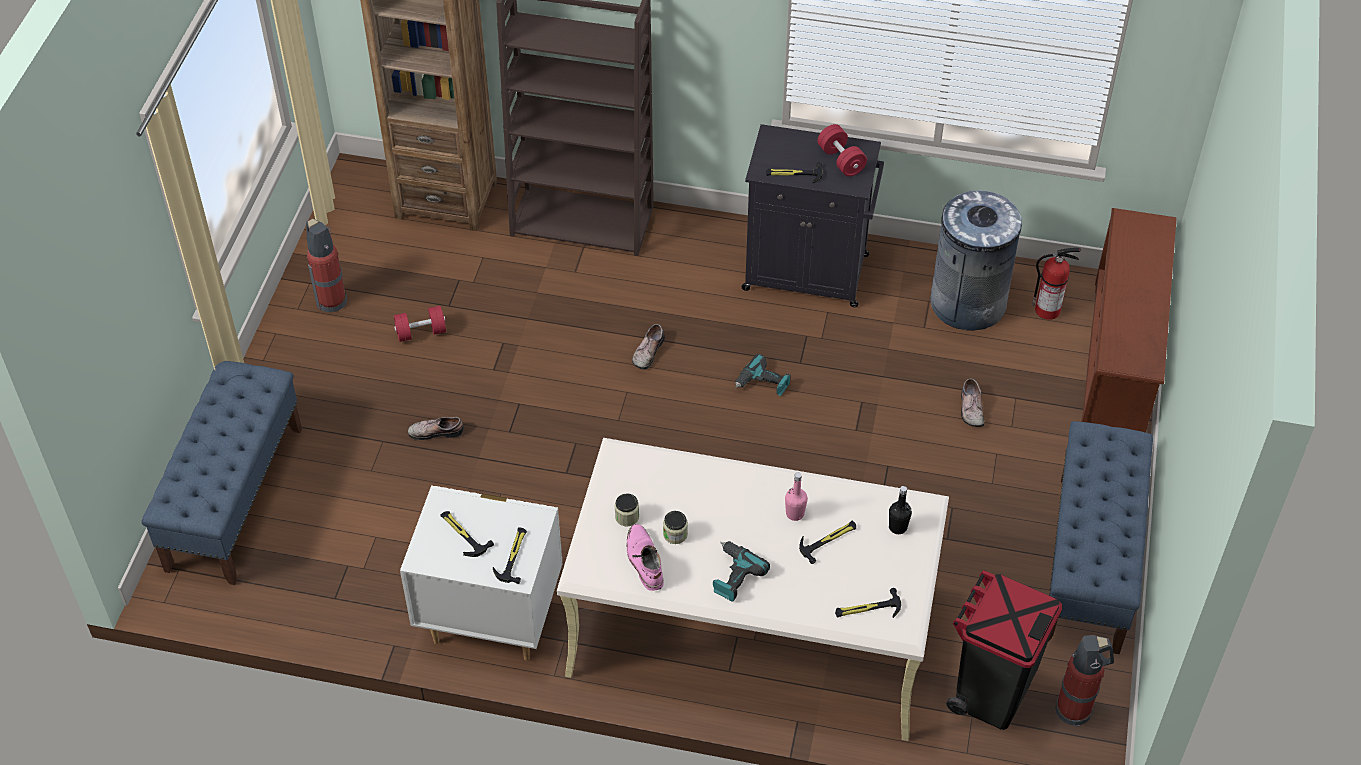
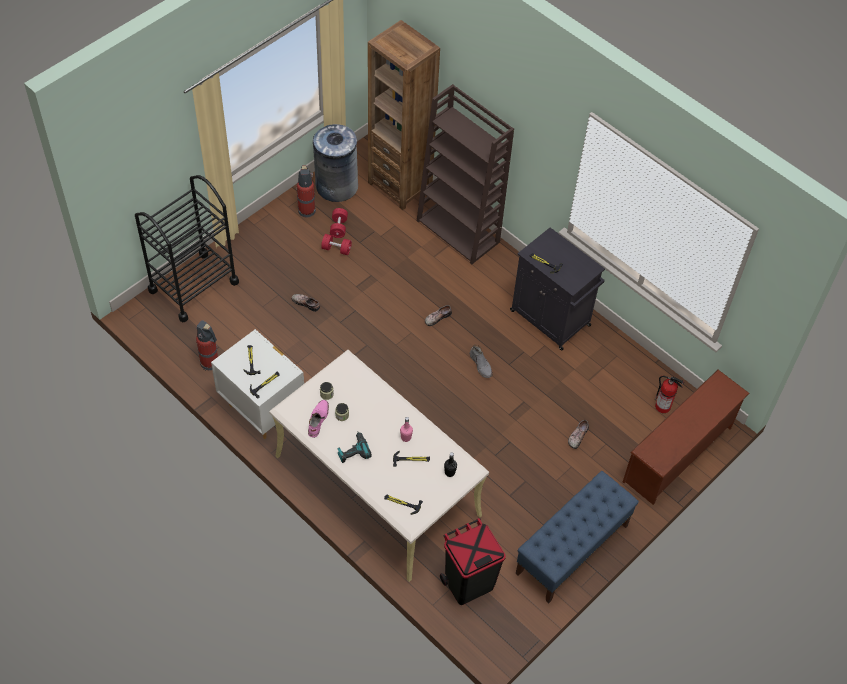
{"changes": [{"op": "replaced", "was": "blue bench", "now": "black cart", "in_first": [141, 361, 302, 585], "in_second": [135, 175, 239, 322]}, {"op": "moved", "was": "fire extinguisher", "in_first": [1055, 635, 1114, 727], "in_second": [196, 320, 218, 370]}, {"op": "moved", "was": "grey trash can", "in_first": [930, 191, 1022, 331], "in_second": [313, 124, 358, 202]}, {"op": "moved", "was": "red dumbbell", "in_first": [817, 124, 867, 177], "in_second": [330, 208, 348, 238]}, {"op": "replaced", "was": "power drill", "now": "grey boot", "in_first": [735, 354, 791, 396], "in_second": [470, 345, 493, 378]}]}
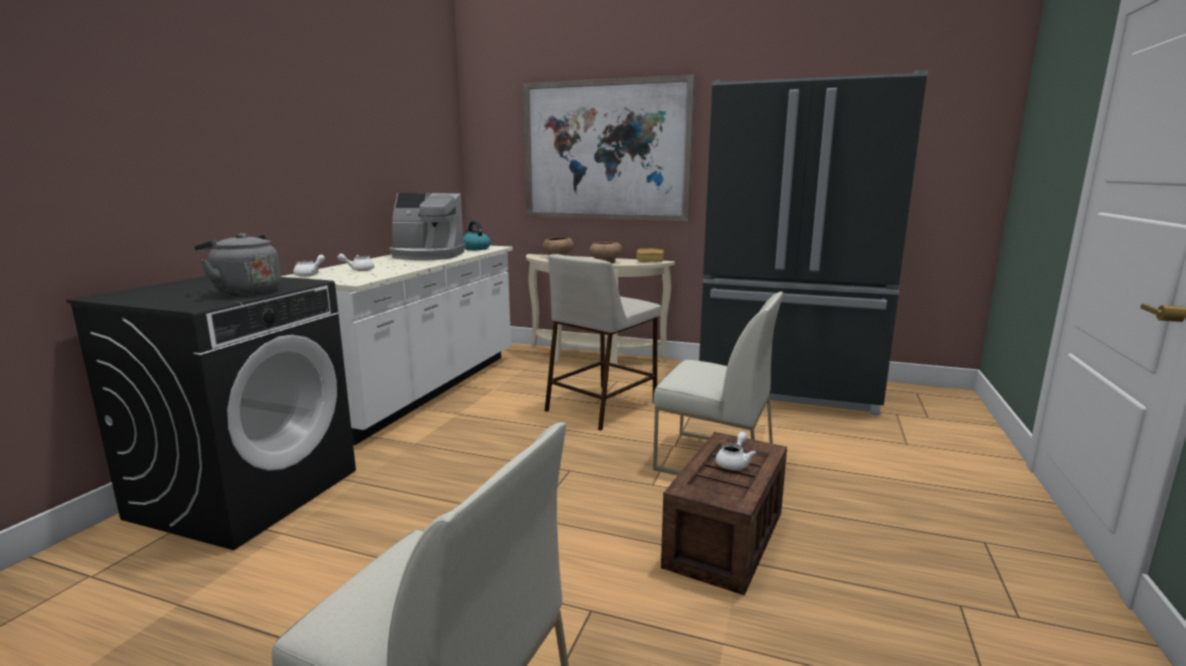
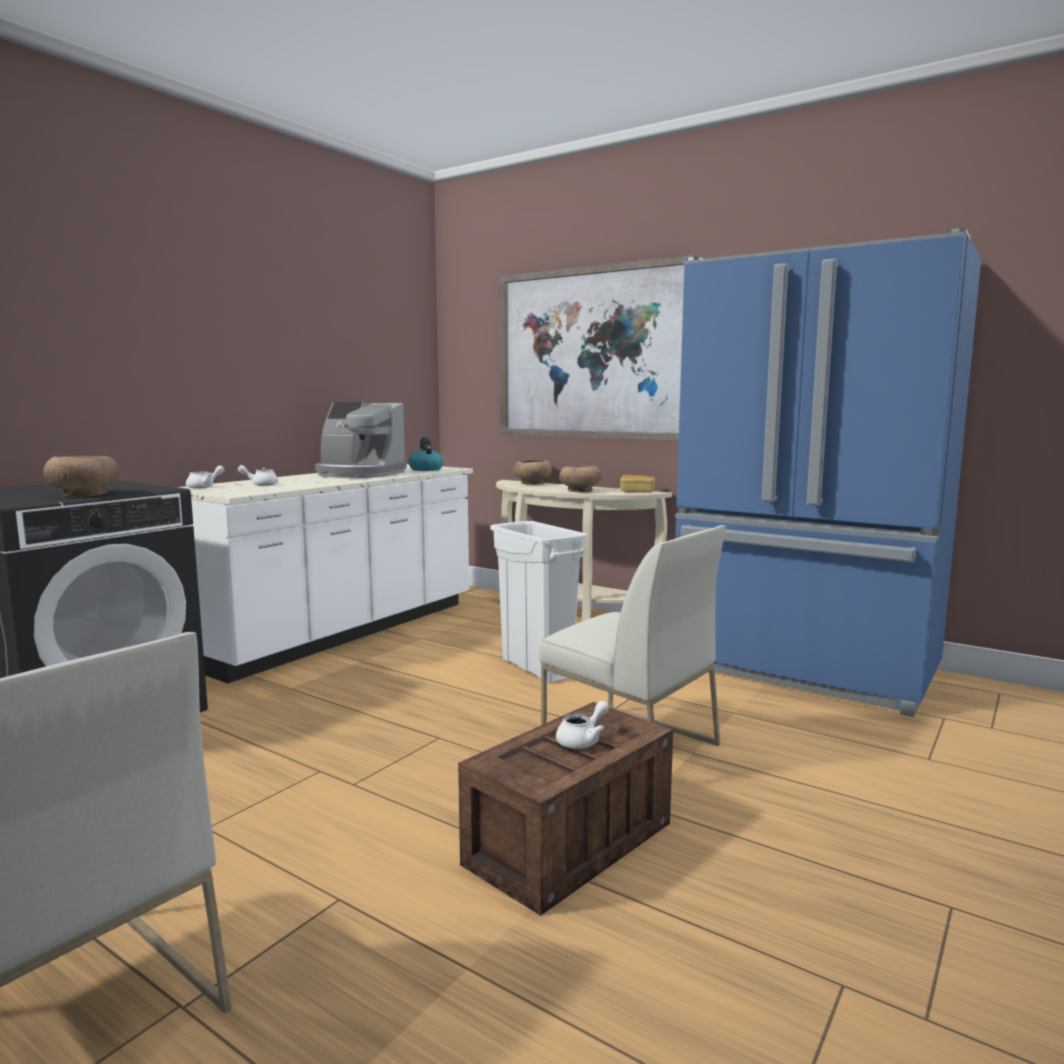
{"changes": [{"op": "replaced", "was": "grey kettle", "now": "brown bowl", "in_first": [194, 233, 281, 296], "in_second": [43, 456, 120, 497]}, {"op": "replaced", "was": "beige stool", "now": "white trash can", "in_first": [545, 254, 661, 431], "in_second": [490, 521, 587, 683]}, {"op": "recoloured", "was": "black fridge", "now": "blue fridge", "in_first": [699, 70, 928, 416], "in_second": [675, 228, 981, 717]}]}
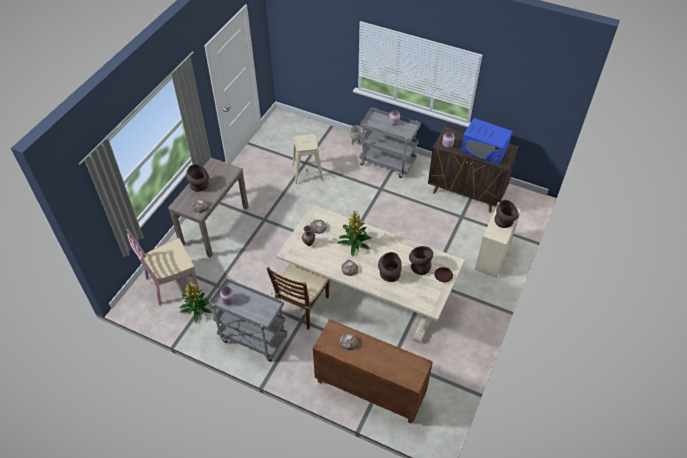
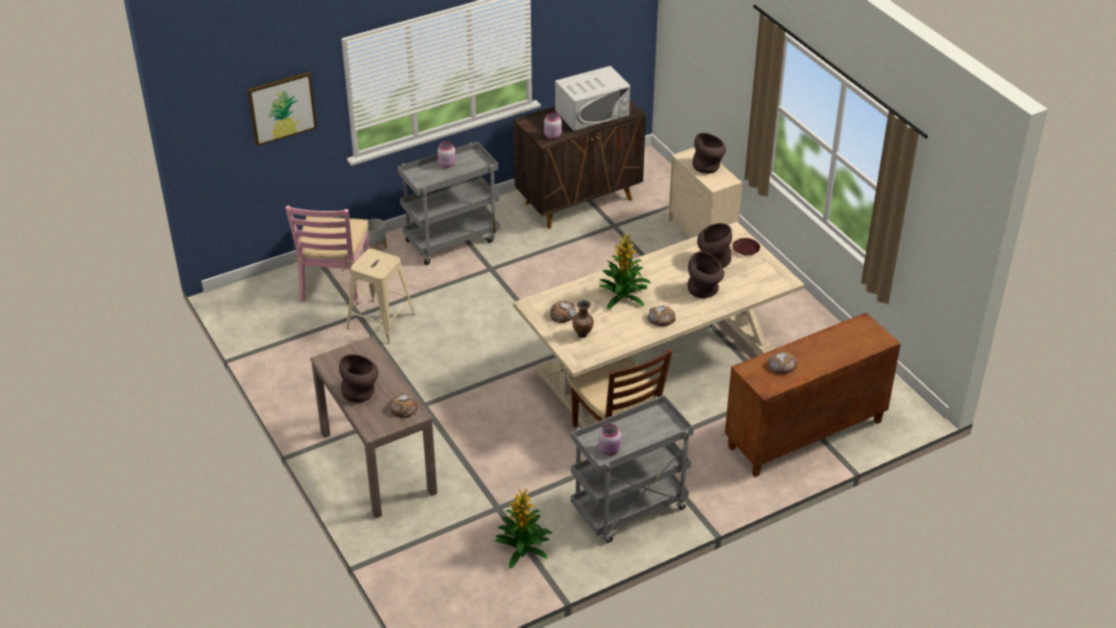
{"changes": [{"op": "added", "now": "picture", "in_second": [247, 72, 317, 146]}, {"op": "moved", "was": "pink chair", "in_first": [127, 229, 199, 305], "in_second": [285, 205, 369, 305]}, {"op": "recoloured", "was": "blue microwave", "now": "white microwave", "in_first": [461, 118, 512, 165], "in_second": [555, 66, 630, 131]}]}
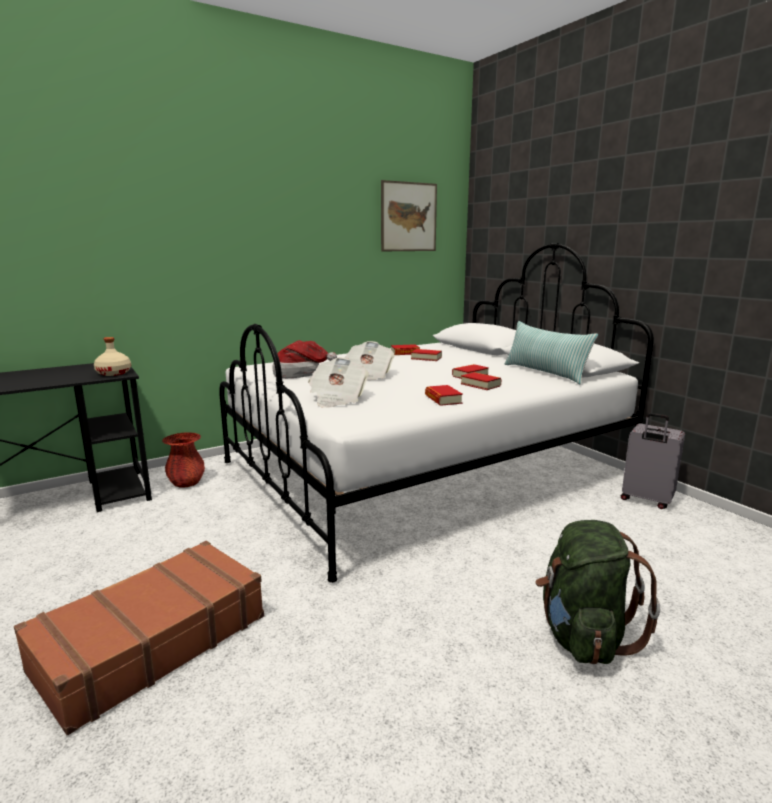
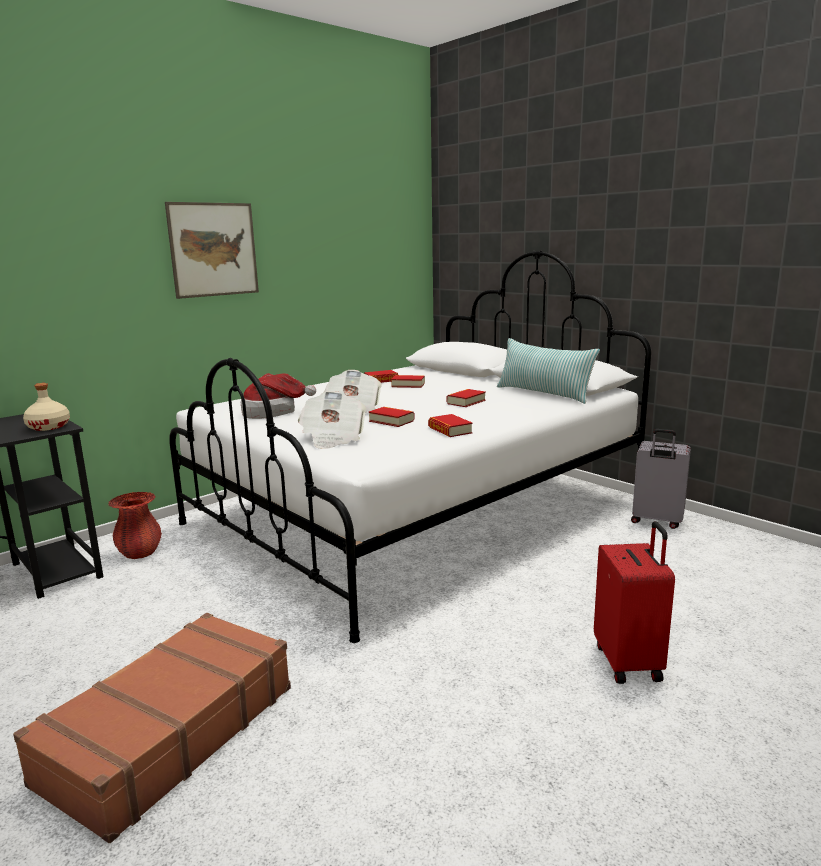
{"changes": [{"op": "moved", "was": "picture", "in_first": [381, 180, 437, 251], "in_second": [165, 202, 259, 299]}, {"op": "moved", "was": "book", "in_first": [461, 372, 502, 390], "in_second": [369, 407, 415, 427]}, {"op": "replaced", "was": "green backpack", "now": "red suitcase", "in_first": [535, 520, 660, 665], "in_second": [594, 521, 675, 684]}]}
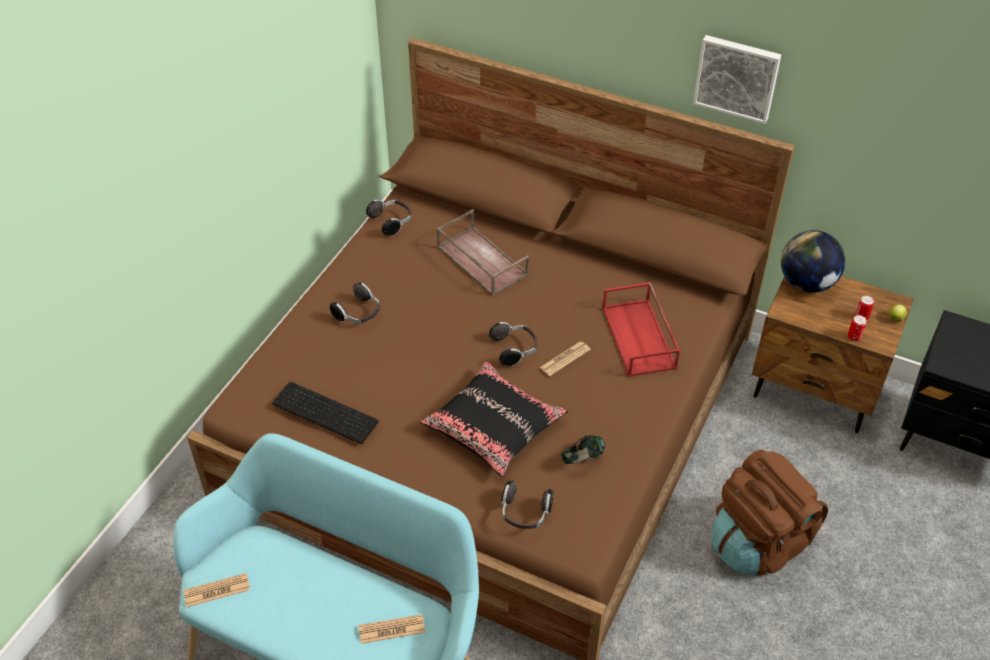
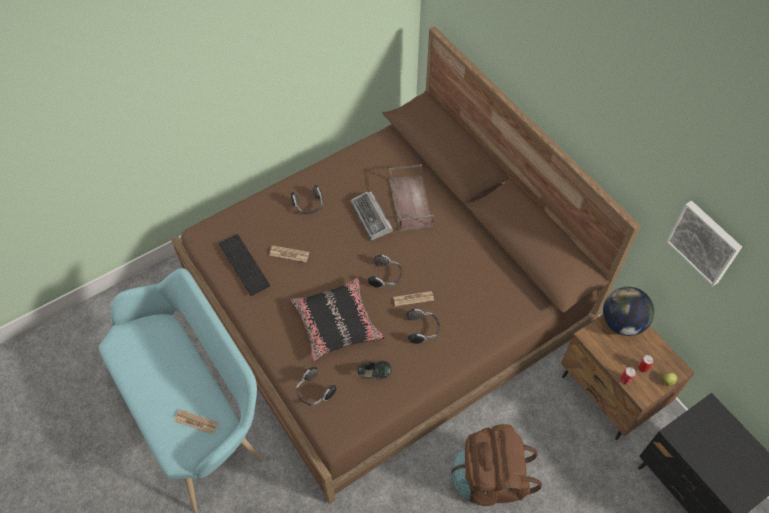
{"changes": [{"op": "moved", "was": "newspaper", "in_first": [184, 573, 250, 607], "in_second": [269, 245, 309, 262]}, {"op": "added", "now": "keyboard", "in_second": [350, 191, 393, 241]}, {"op": "moved", "was": "headphones", "in_first": [366, 199, 411, 236], "in_second": [406, 309, 440, 344]}, {"op": "moved", "was": "picture", "in_first": [693, 35, 781, 124], "in_second": [666, 201, 742, 286]}, {"op": "removed", "was": "red tray", "in_first": [602, 282, 680, 377]}]}
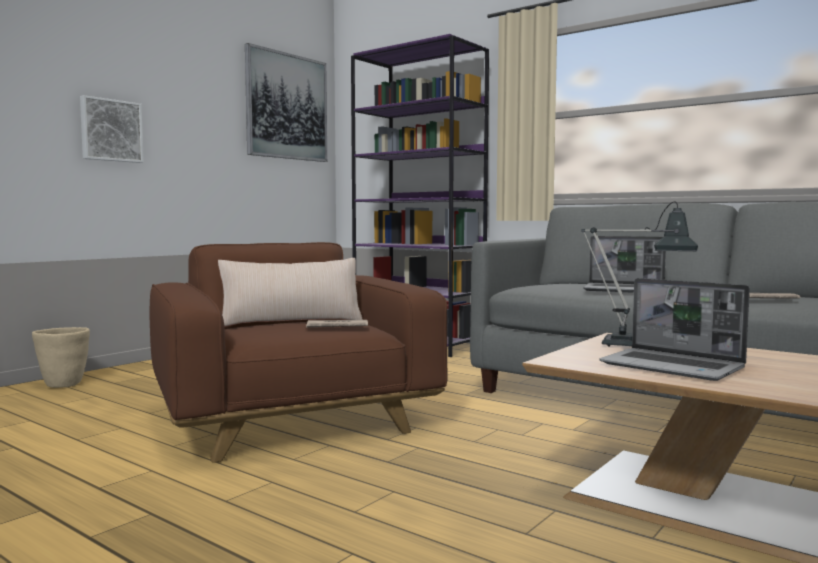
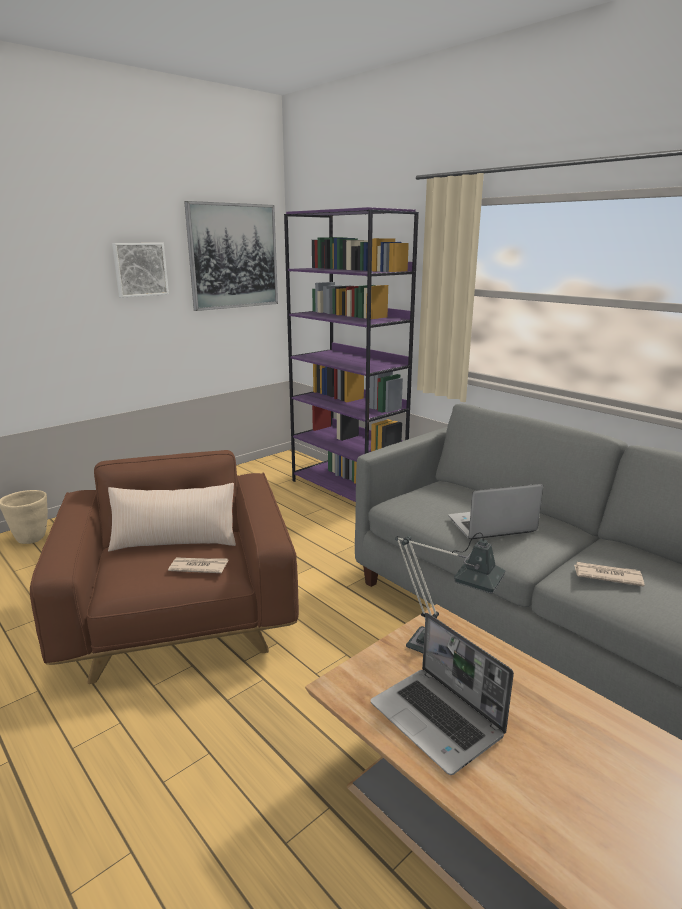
{"changes": [{"op": "moved", "was": "picture", "in_first": [80, 95, 144, 163], "in_second": [112, 243, 169, 298]}, {"op": "turned", "was": "laptop", "in_first": [583, 236, 666, 293], "in_second": [448, 484, 543, 539], "clockwise": 135}]}
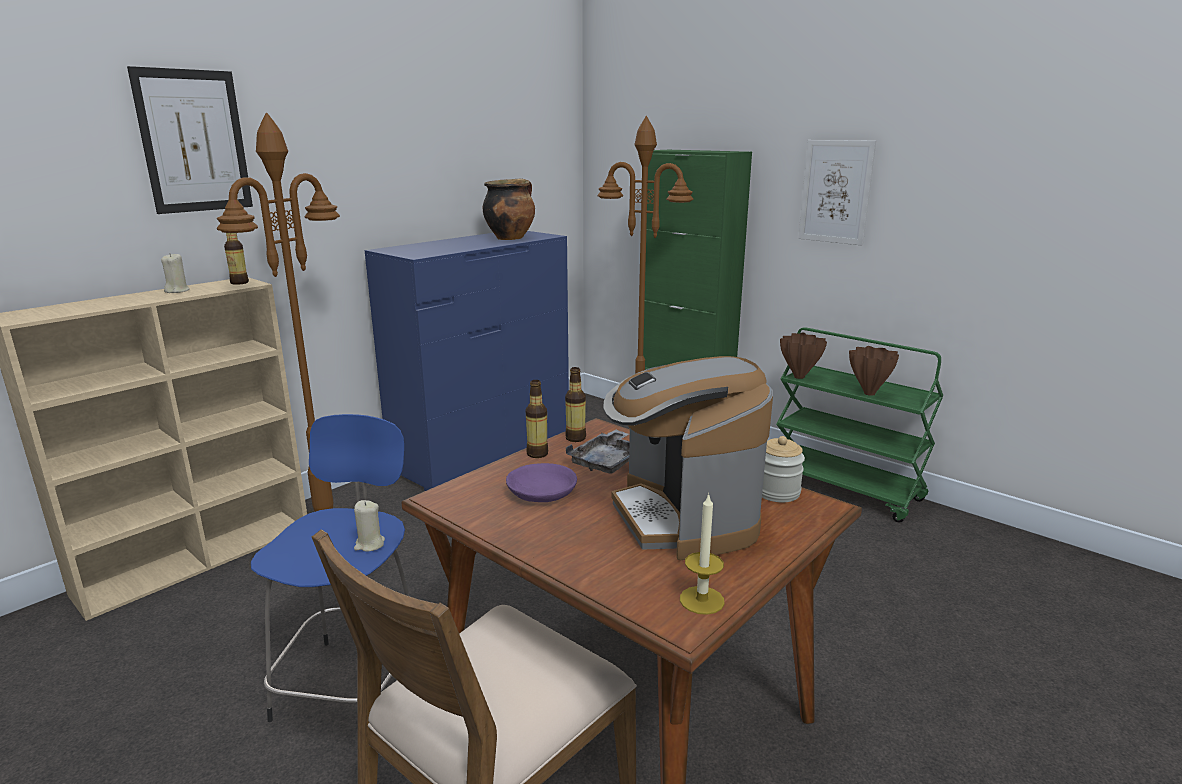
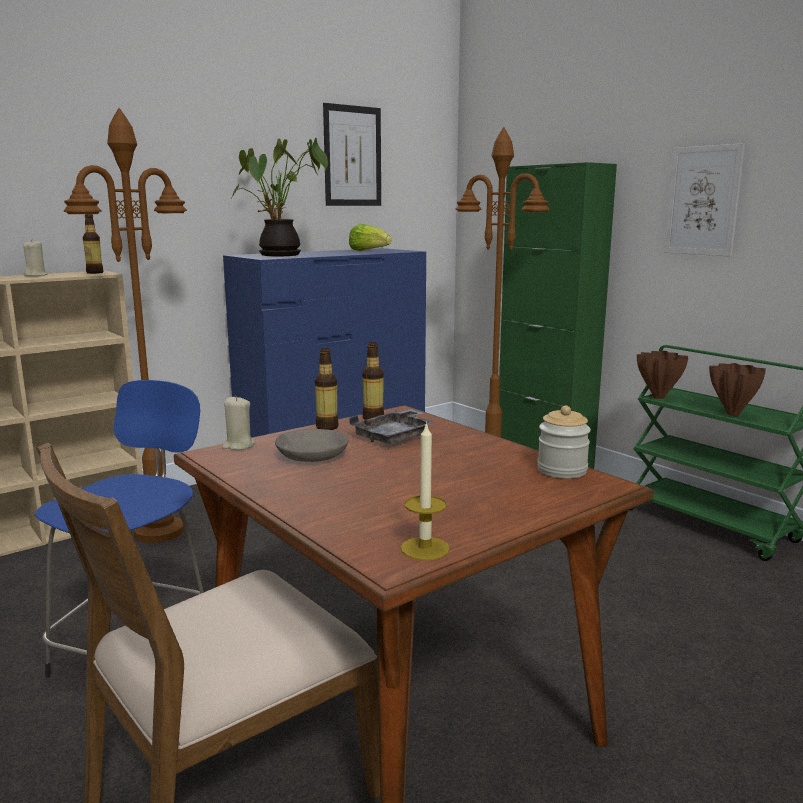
{"changes": [{"op": "moved", "was": "beige candle", "in_first": [354, 500, 385, 552], "in_second": [222, 396, 255, 450]}, {"op": "added", "now": "potted plant", "in_second": [232, 138, 328, 256]}, {"op": "recoloured", "was": "purple bowl", "now": "grey bowl", "in_first": [506, 463, 577, 502], "in_second": [275, 429, 349, 462]}, {"op": "moved", "was": "picture", "in_first": [127, 66, 253, 214], "in_second": [323, 103, 381, 206]}, {"op": "replaced", "was": "cooking pot", "now": "lettuce", "in_first": [483, 179, 535, 240], "in_second": [349, 224, 391, 251]}, {"op": "removed", "was": "coffee machine", "in_first": [603, 356, 773, 560]}]}
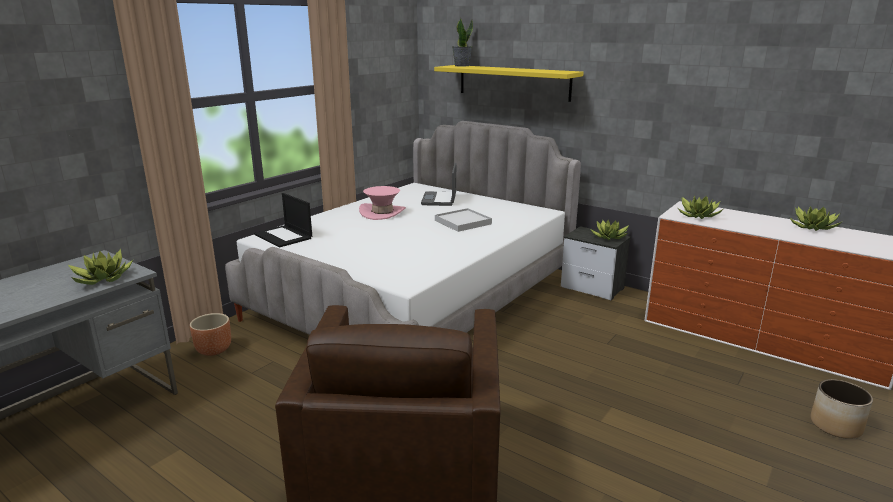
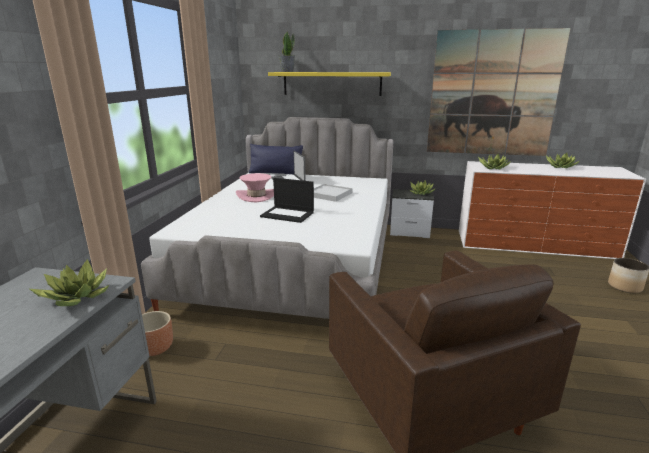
{"changes": [{"op": "added", "now": "blue pillow", "in_second": [249, 144, 303, 174]}, {"op": "moved", "was": "laptop", "in_first": [254, 193, 312, 248], "in_second": [260, 178, 314, 223]}, {"op": "added", "now": "picture", "in_second": [427, 28, 571, 156]}]}
